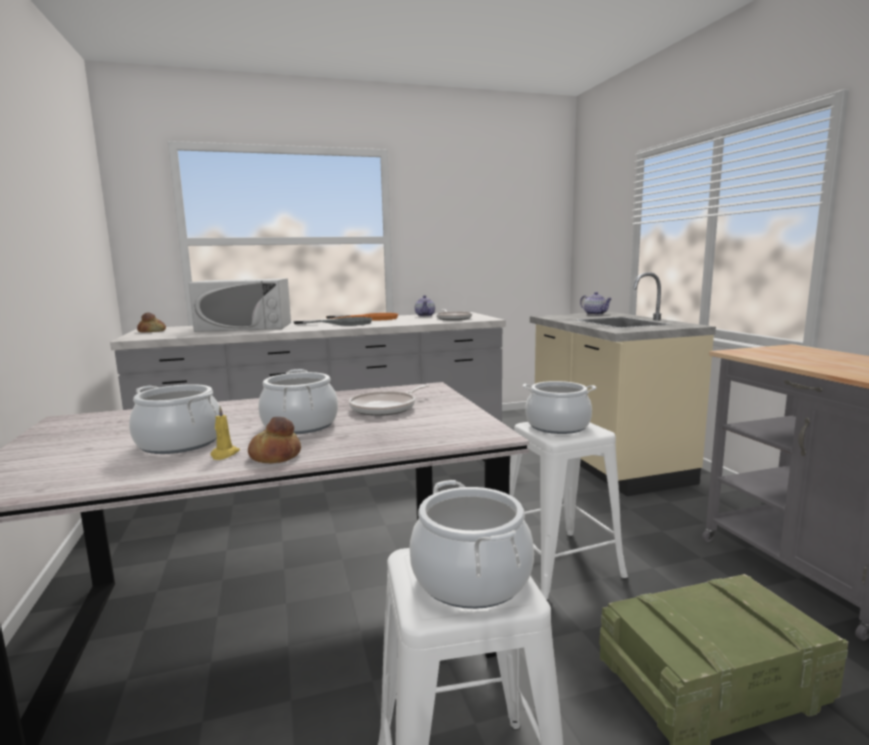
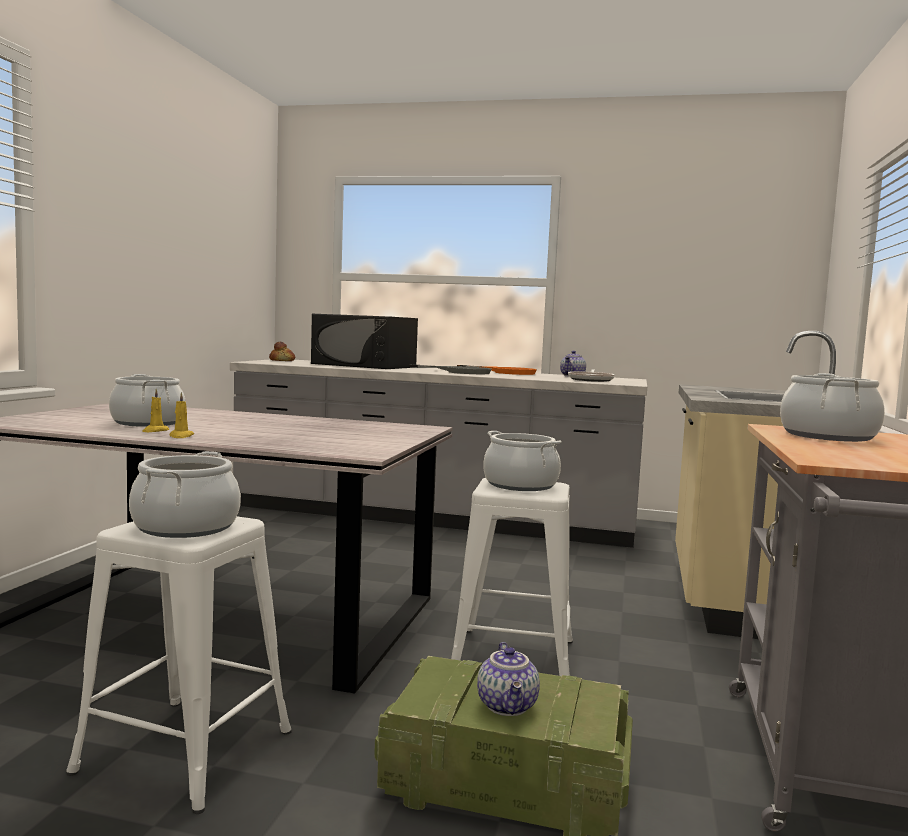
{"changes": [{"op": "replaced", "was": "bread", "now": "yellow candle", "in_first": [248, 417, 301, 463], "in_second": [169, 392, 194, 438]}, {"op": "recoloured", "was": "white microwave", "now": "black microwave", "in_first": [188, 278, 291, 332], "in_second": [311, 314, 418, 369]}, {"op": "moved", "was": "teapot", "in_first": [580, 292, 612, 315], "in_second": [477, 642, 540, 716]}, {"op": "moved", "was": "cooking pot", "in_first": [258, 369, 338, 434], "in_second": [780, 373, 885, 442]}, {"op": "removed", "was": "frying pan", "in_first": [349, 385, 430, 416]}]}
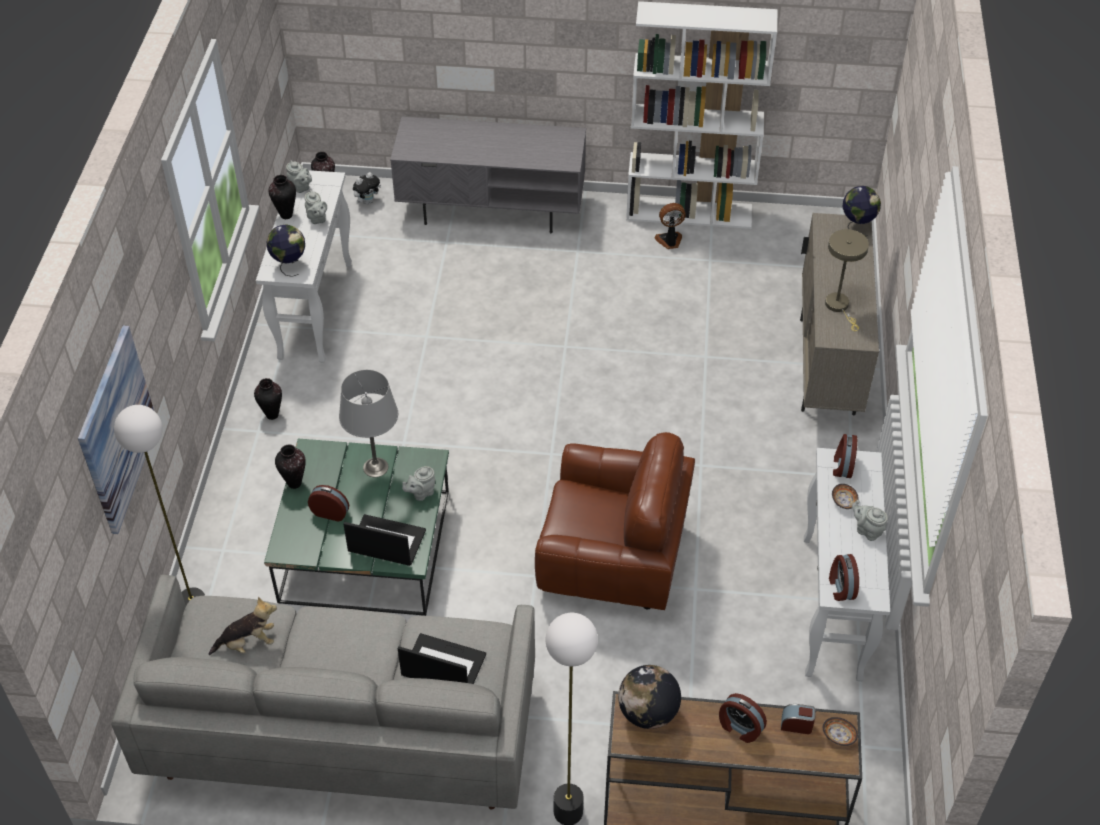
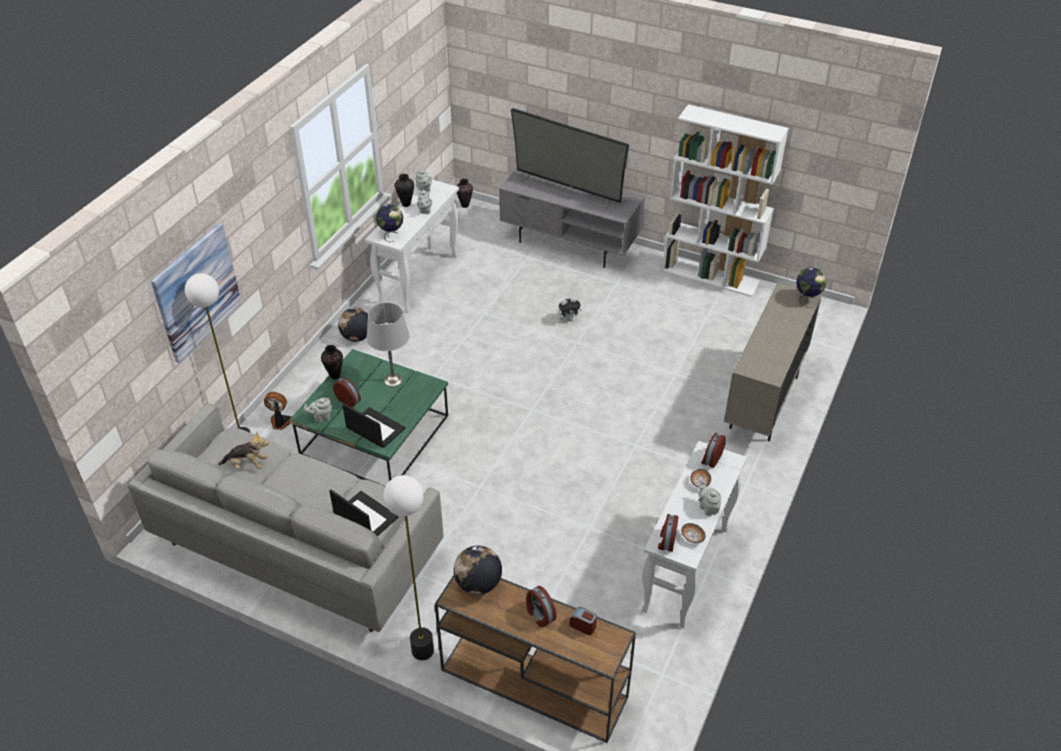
{"changes": [{"op": "moved", "was": "fan", "in_first": [654, 203, 686, 249], "in_second": [264, 392, 292, 430]}, {"op": "moved", "was": "grey teapot", "in_first": [402, 466, 435, 501], "in_second": [304, 398, 332, 422]}, {"op": "replaced", "was": "vase", "now": "globe", "in_first": [254, 378, 282, 420], "in_second": [338, 308, 368, 342]}, {"op": "added", "now": "television", "in_second": [511, 108, 629, 209]}, {"op": "moved", "was": "plush toy", "in_first": [353, 172, 381, 205], "in_second": [558, 297, 582, 322]}, {"op": "moved", "was": "bowl", "in_first": [823, 717, 858, 746], "in_second": [681, 523, 706, 543]}, {"op": "removed", "was": "brown armchair", "in_first": [535, 432, 695, 610]}, {"op": "removed", "was": "beige table lamp", "in_first": [825, 229, 869, 331]}]}
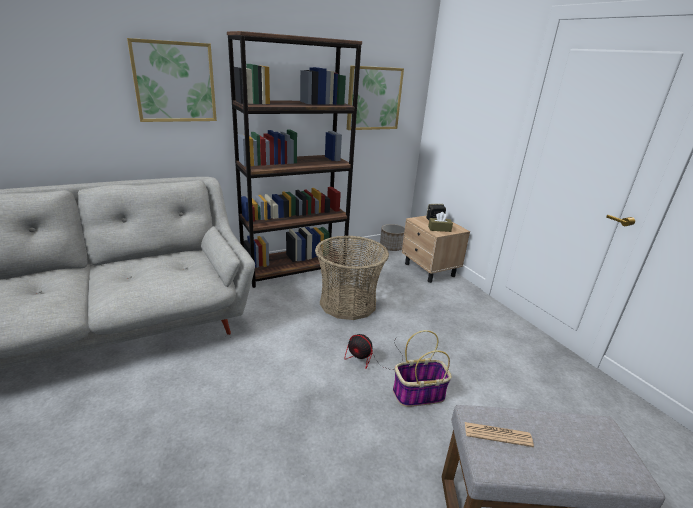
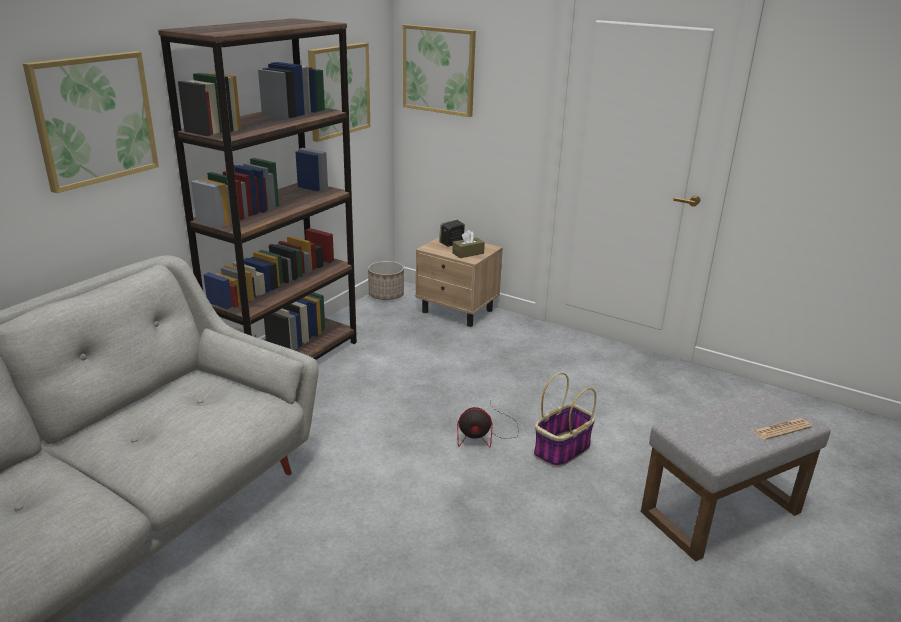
{"changes": [{"op": "added", "now": "picture", "in_second": [403, 24, 476, 117]}, {"op": "moved", "was": "newspaper", "in_first": [465, 422, 534, 447], "in_second": [752, 418, 812, 440]}, {"op": "removed", "was": "basket", "in_first": [315, 236, 389, 320]}]}
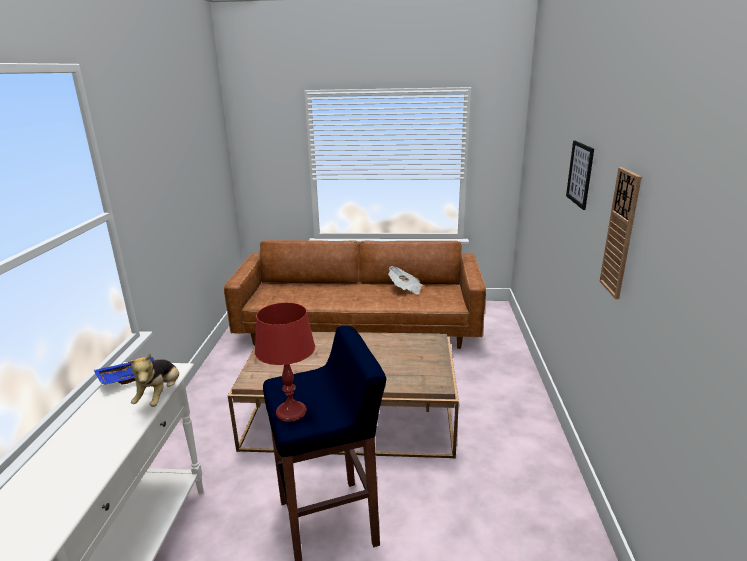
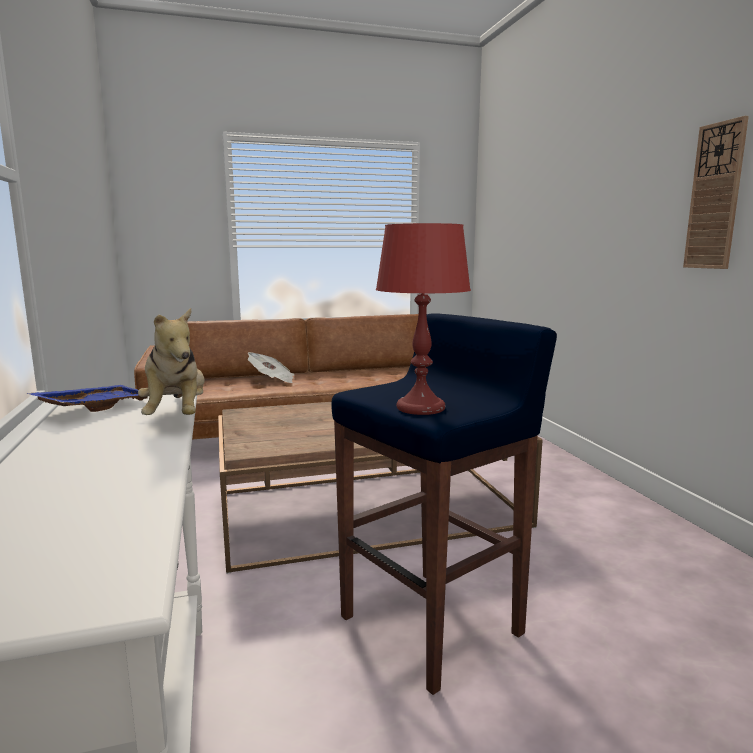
{"changes": [{"op": "moved", "was": "newspaper", "in_first": [388, 266, 422, 294], "in_second": [248, 352, 294, 383]}, {"op": "removed", "was": "picture", "in_first": [566, 141, 594, 210]}]}
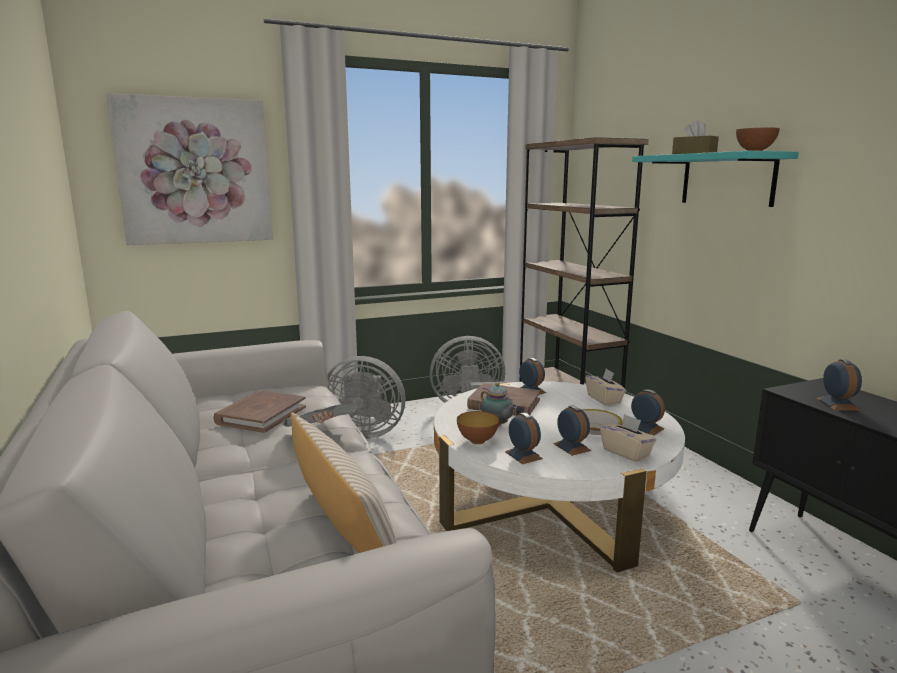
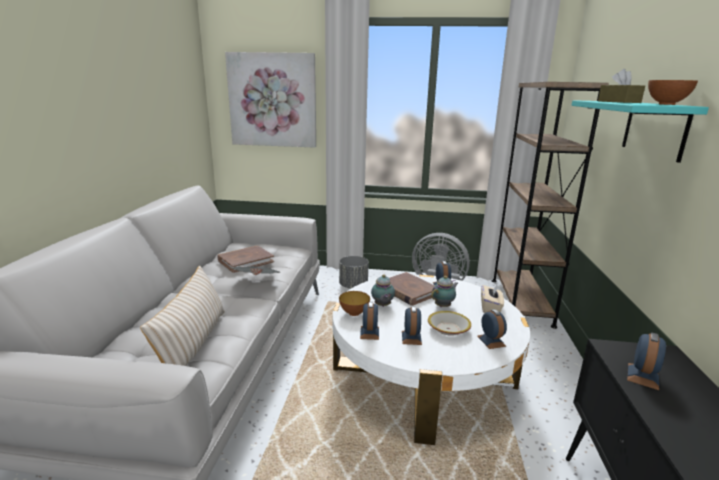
{"changes": [{"op": "replaced", "was": "grey fan", "now": "grey planter", "in_first": [327, 356, 406, 439], "in_second": [339, 256, 369, 289]}, {"op": "added", "now": "teapot", "in_second": [431, 276, 458, 307]}, {"op": "removed", "was": "beige tissue box", "in_first": [600, 414, 656, 462]}]}
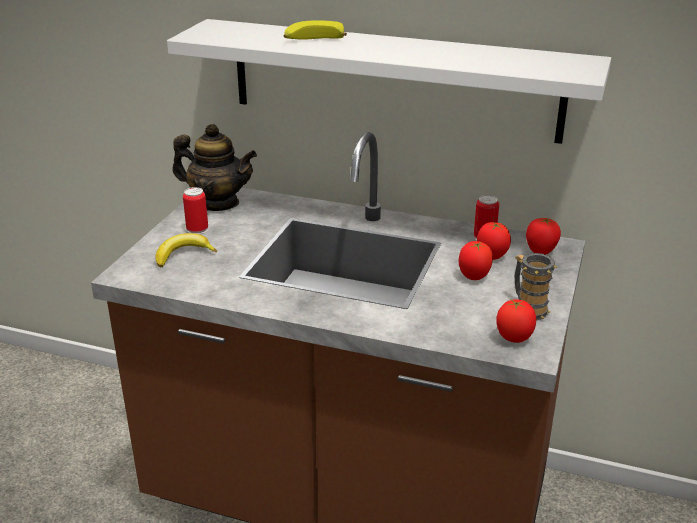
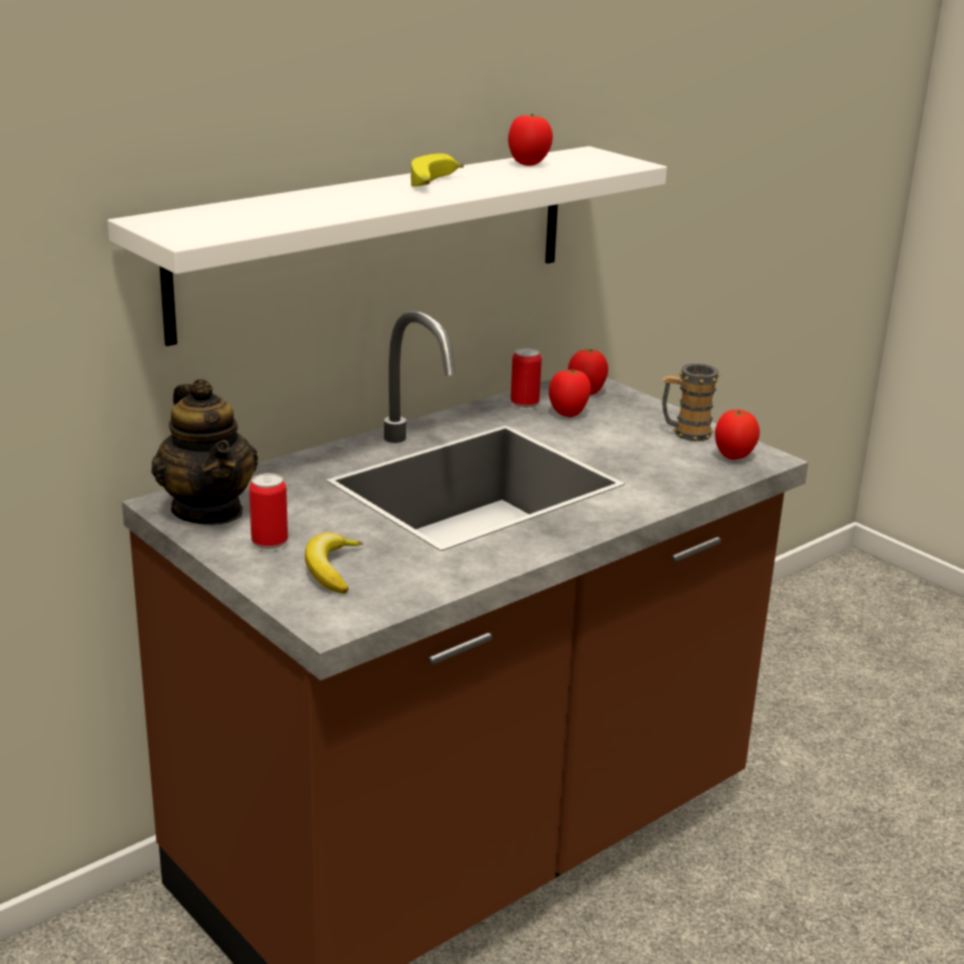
{"changes": [{"op": "turned", "was": "teapot", "in_first": [172, 124, 257, 211], "in_second": [151, 379, 258, 525], "clockwise": 105}, {"op": "moved", "was": "banana", "in_first": [284, 20, 347, 40], "in_second": [411, 153, 464, 187]}, {"op": "moved", "was": "tomato", "in_first": [458, 241, 493, 280], "in_second": [508, 114, 553, 166]}]}
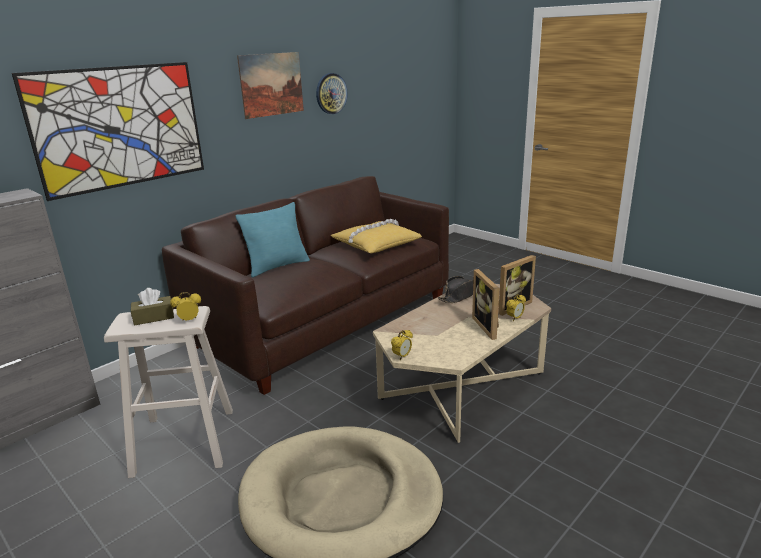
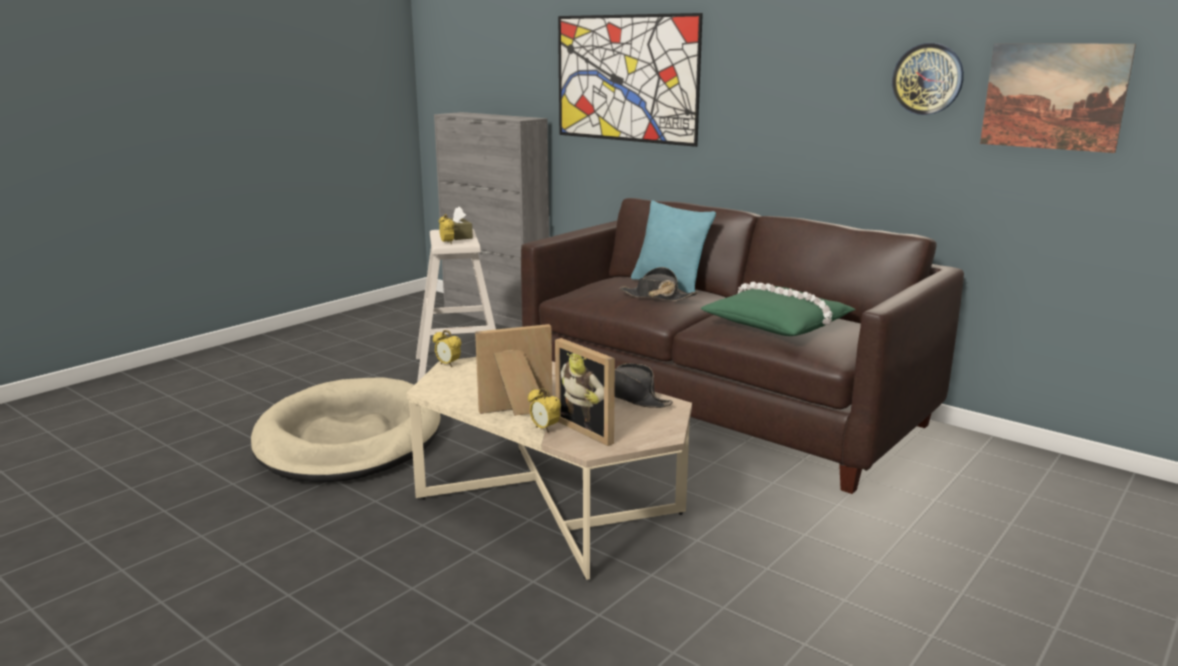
{"changes": [{"op": "added", "now": "black hat", "in_second": [619, 267, 698, 301]}, {"op": "recoloured", "was": "yellow pillow", "now": "green pillow", "in_first": [330, 219, 422, 253], "in_second": [700, 282, 856, 336]}, {"op": "moved", "was": "picture", "in_first": [237, 52, 304, 119], "in_second": [980, 43, 1136, 153]}]}
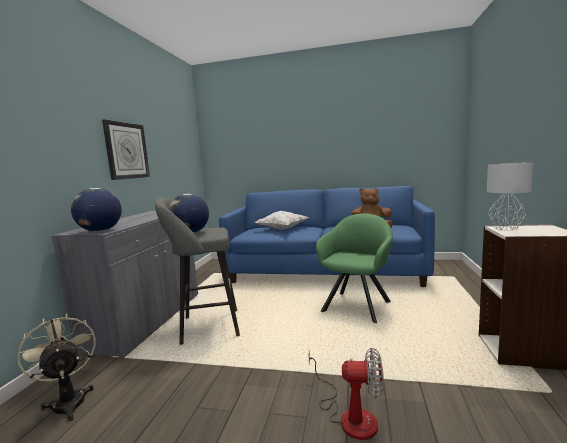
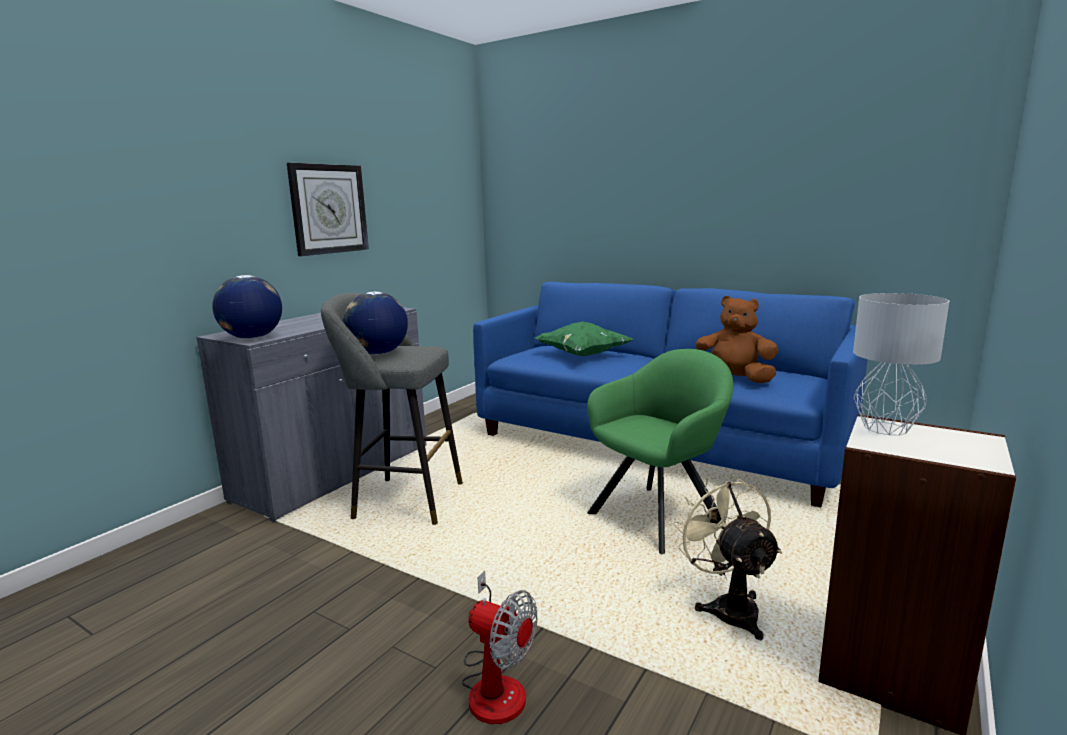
{"changes": [{"op": "recoloured", "was": "white pillow", "now": "green pillow", "in_first": [254, 211, 309, 230], "in_second": [535, 322, 634, 356]}, {"op": "moved", "was": "beige fan", "in_first": [17, 313, 96, 421], "in_second": [673, 475, 782, 640]}]}
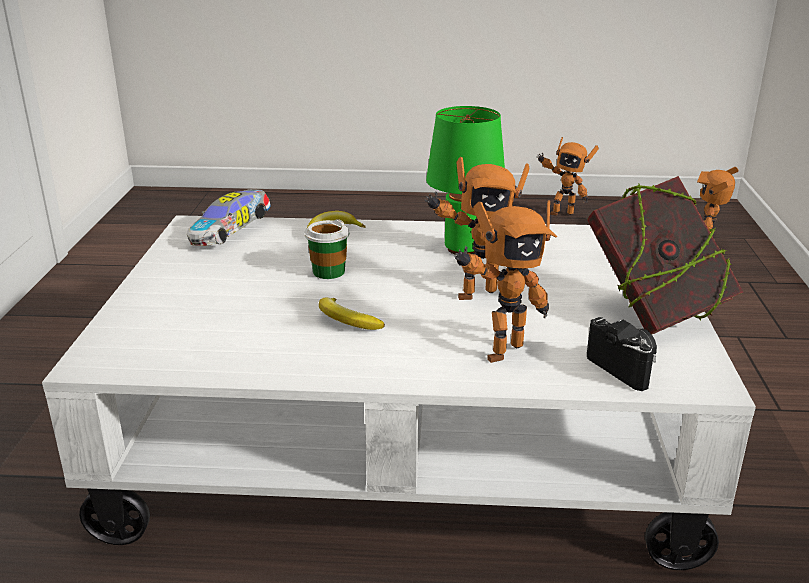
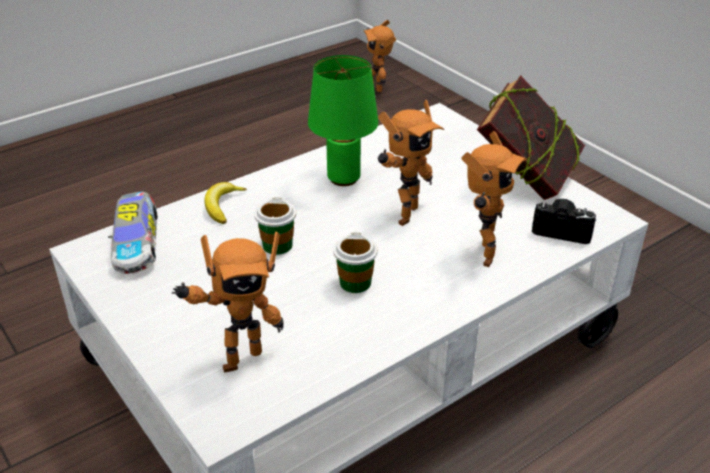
{"changes": [{"op": "moved", "was": "toy robot", "in_first": [536, 137, 599, 216], "in_second": [172, 232, 284, 373]}, {"op": "replaced", "was": "banana", "now": "cup", "in_first": [319, 298, 385, 330], "in_second": [333, 232, 378, 293]}]}
